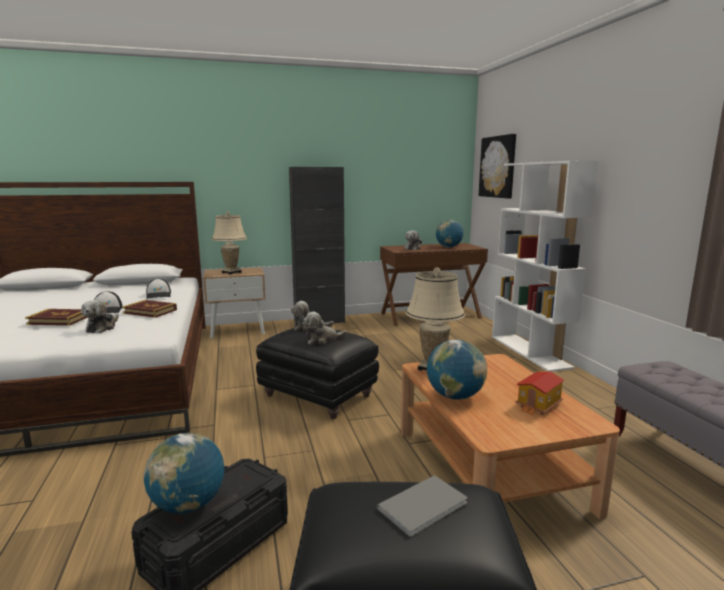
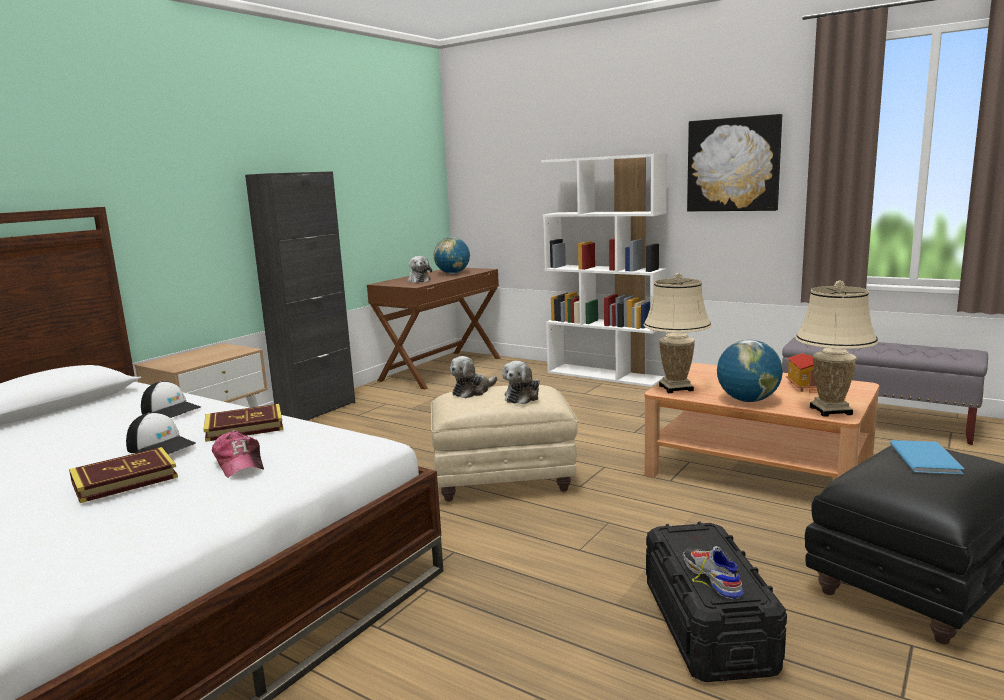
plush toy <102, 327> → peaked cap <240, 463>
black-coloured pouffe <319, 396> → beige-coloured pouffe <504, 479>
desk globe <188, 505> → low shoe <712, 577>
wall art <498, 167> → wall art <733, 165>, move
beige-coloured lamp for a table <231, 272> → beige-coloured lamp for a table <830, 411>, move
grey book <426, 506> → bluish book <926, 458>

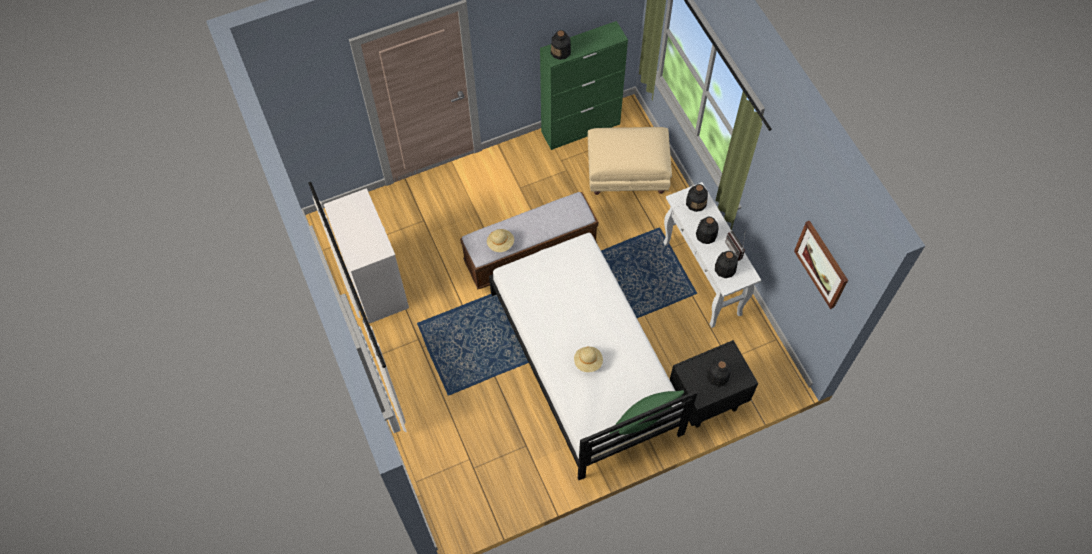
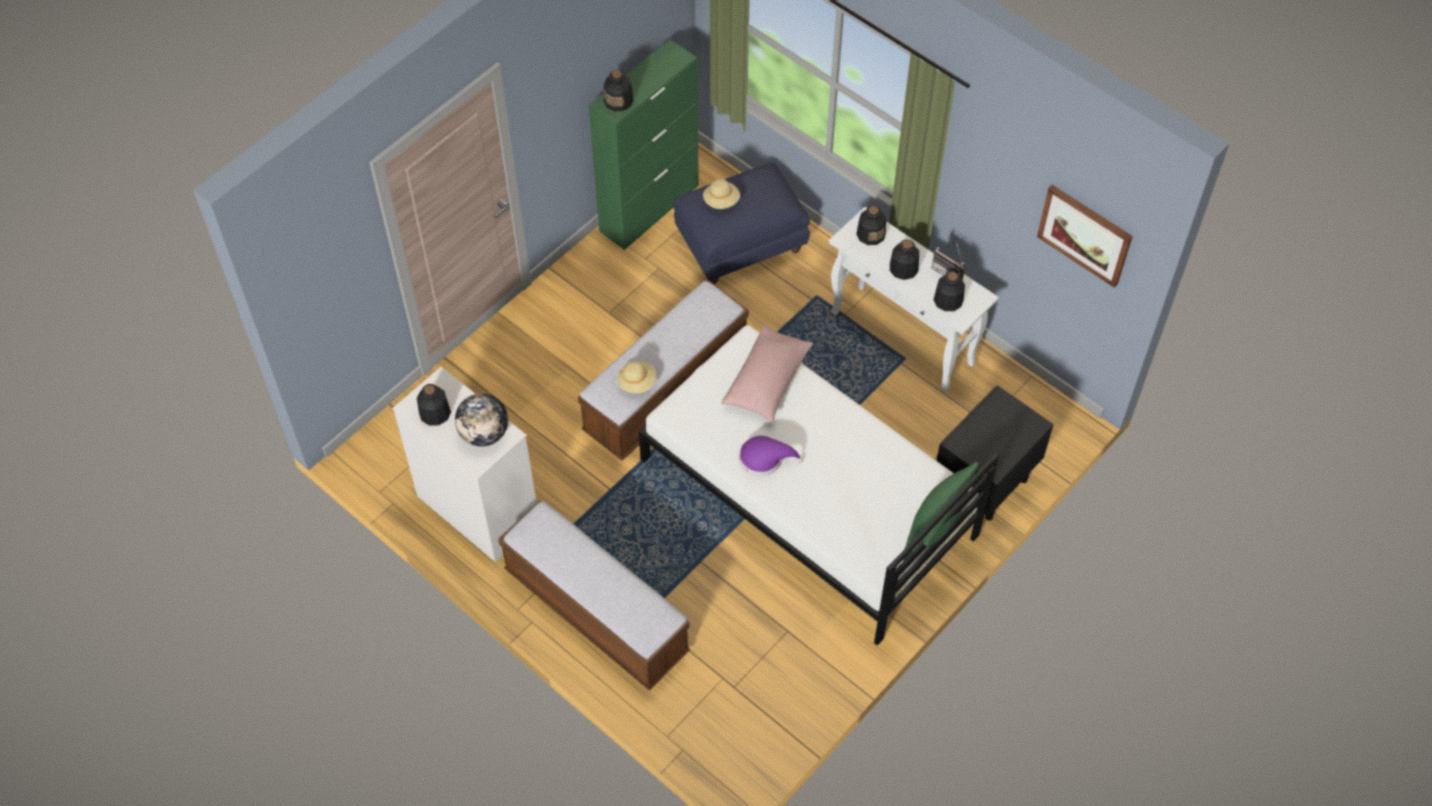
drink bottle <717, 376> → drink bottle <434, 413>, move
- → desk globe <484, 433>
- → long seat <596, 612>
beige-coloured pouffe <626, 174> → bluish pouffe <739, 245>
beige-coloured hat <588, 362> → beige-coloured hat <721, 201>, move
- → pink-coloured pillow <767, 381>
- → purplish hat <765, 458>

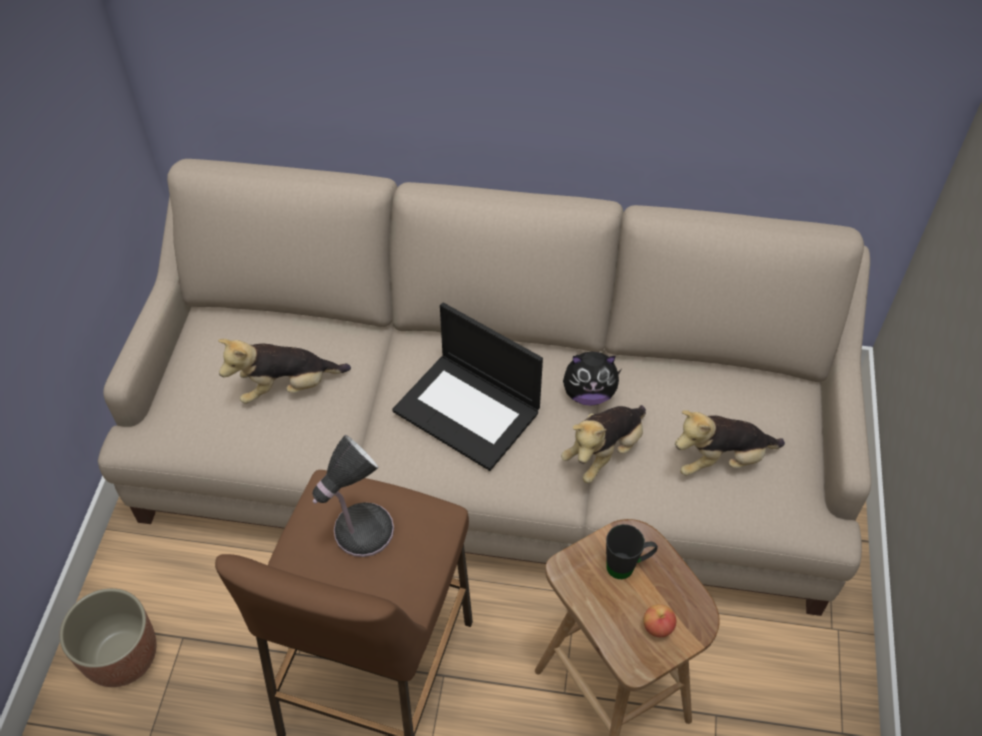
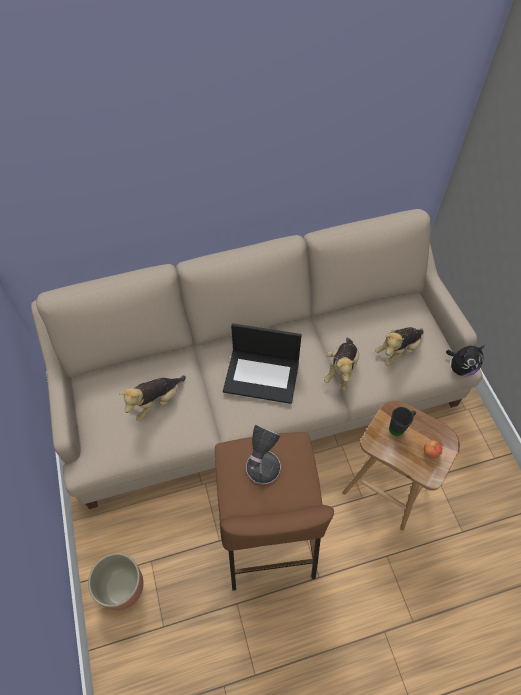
plush toy <589, 393> → plush toy <461, 368>, move

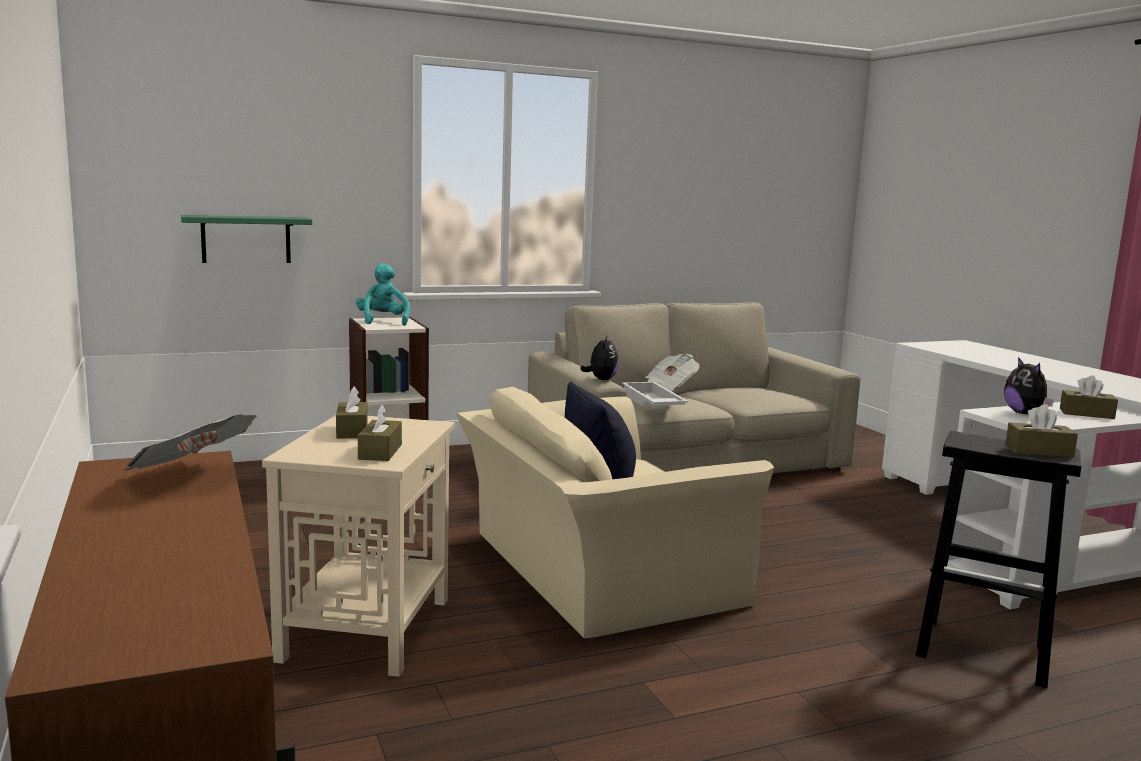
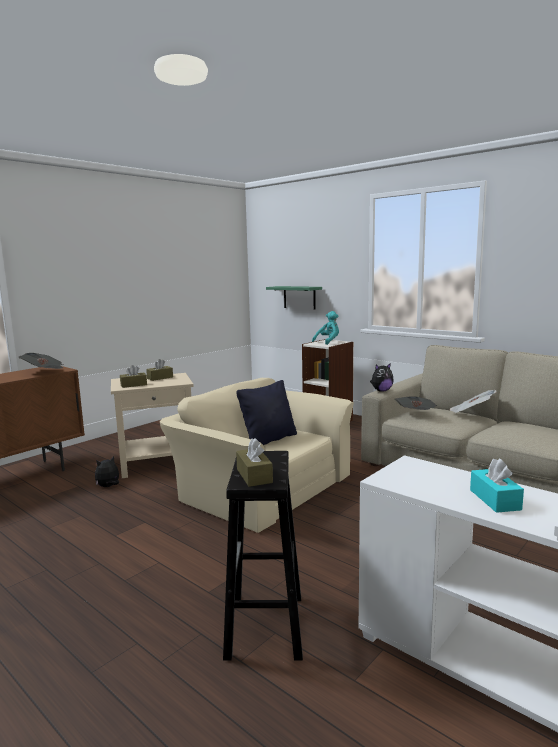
plush toy <1025, 413> → plush toy <108, 486>, move
white carrying tray <651, 403> → printed paper <416, 414>
brownish tissue holder <1086, 414> → blue-green tissue holder <495, 500>

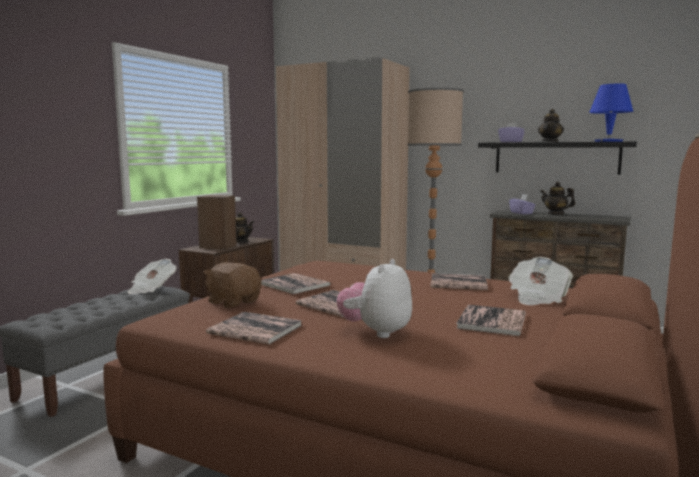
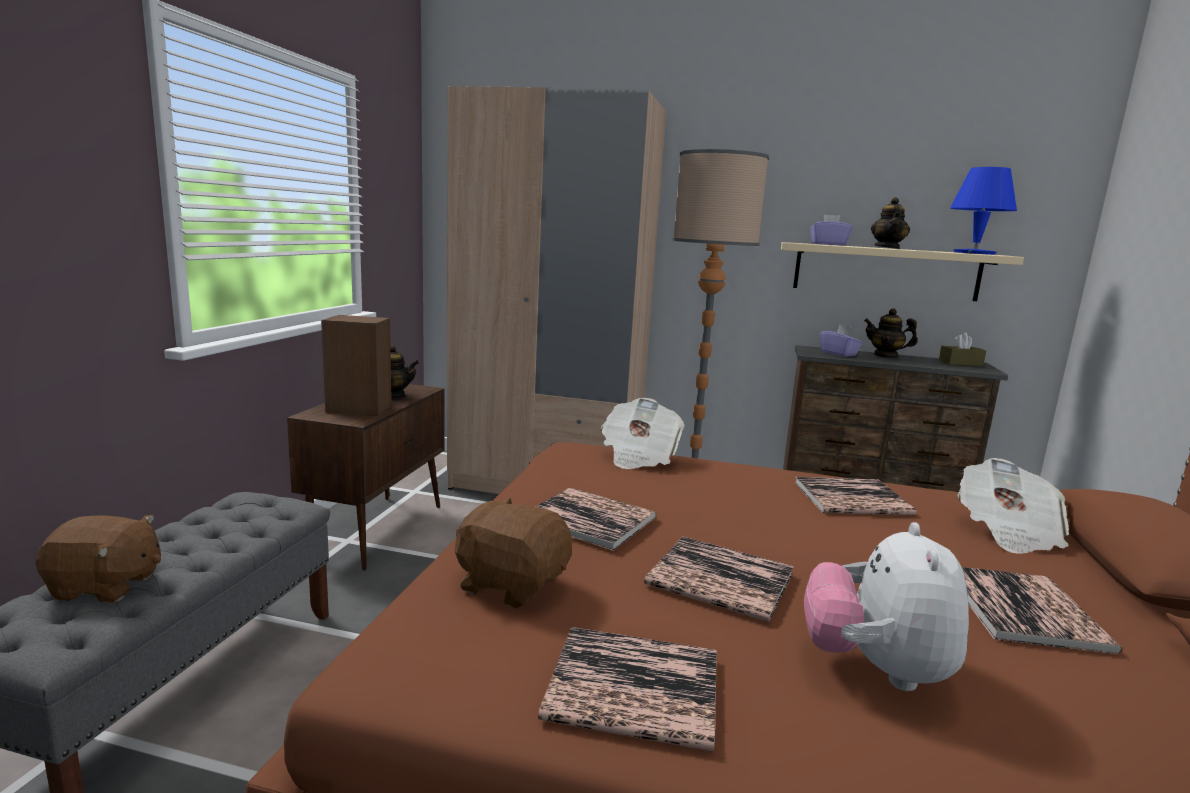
- → brownish plush toy <106, 586>
printed paper <151, 289> → printed paper <639, 456>, move
black-coloured shelf <556, 158> → beige-coloured shelf <885, 271>
- → brownish tissue holder <960, 363>

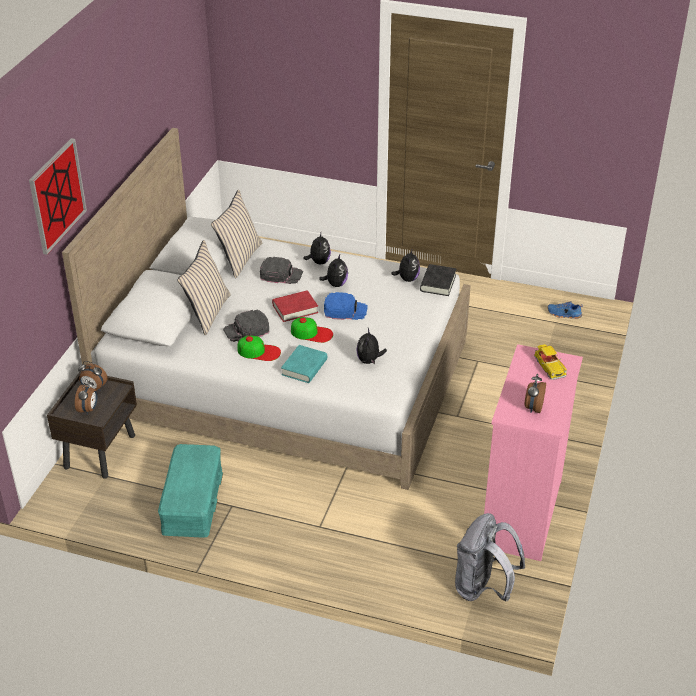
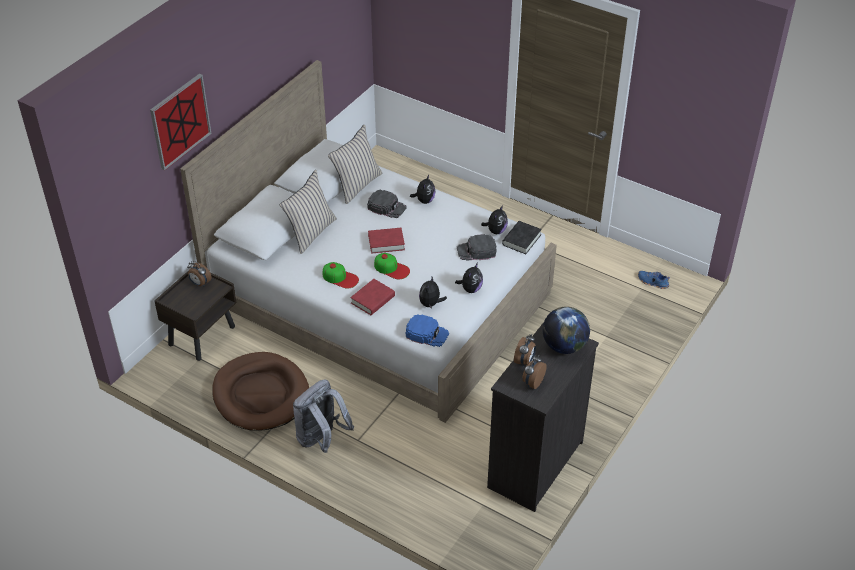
blue-green storage bin <191, 500> → brownish dog cushion <261, 394>
grey rucksack <483, 588> → grey rucksack <321, 439>, move
blue-green book <304, 367> → red book <373, 300>
bluish peaked cap <345, 310> → bluish peaked cap <427, 334>, move
plush toy <335, 284> → plush toy <470, 289>, move
black-coloured peaked cap <246, 330> → black-coloured peaked cap <476, 251>, move
pink-coloured drawer chest <520, 514> → black-coloured drawer chest <534, 465>
table clock <88, 409> → table clock <524, 361>, move
miniature car <549, 366> → desk globe <564, 346>

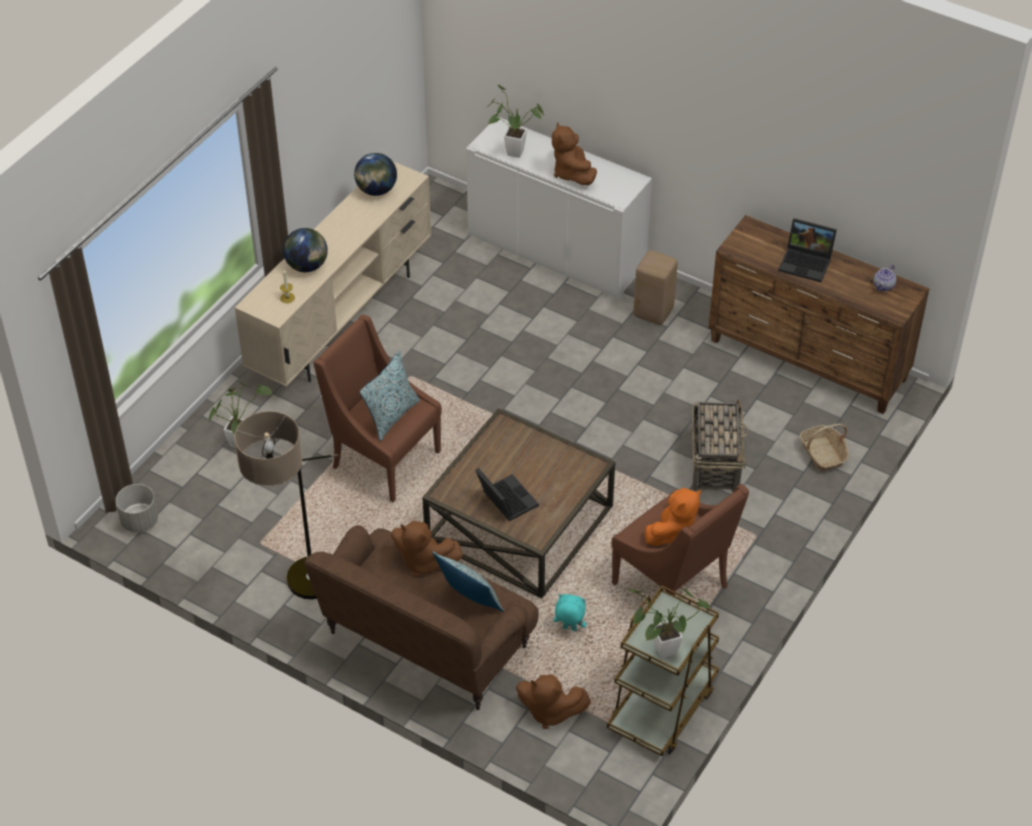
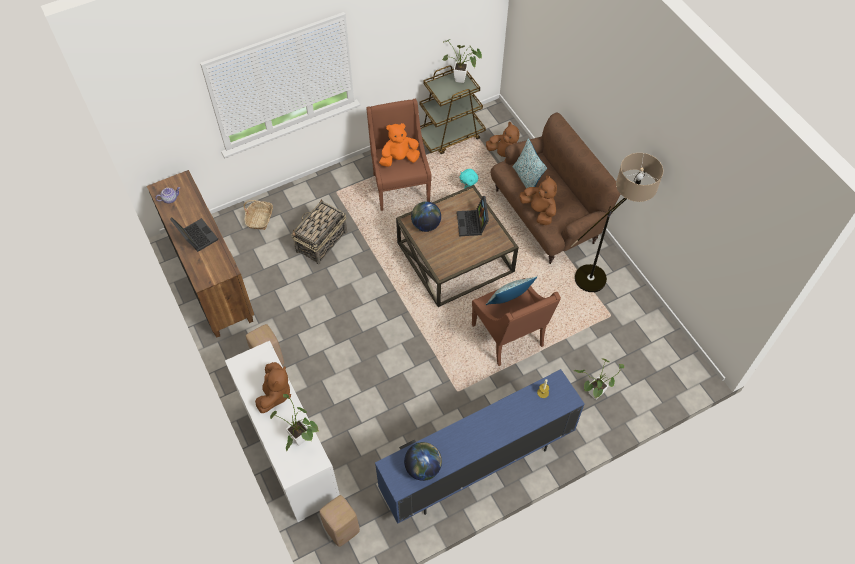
- → beige-coloured sitting stool <342, 530>
beige-coloured media console <342, 319> → bluish media console <476, 467>
desk globe <307, 266> → desk globe <426, 225>, move
grey plant pot <139, 521> → -

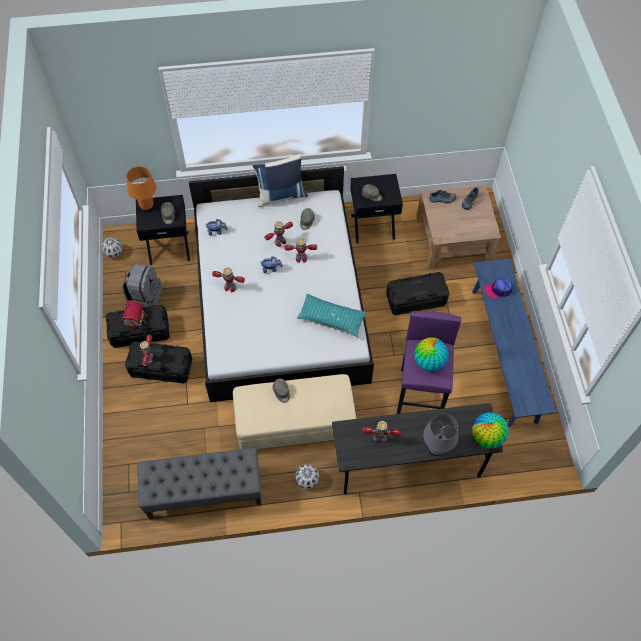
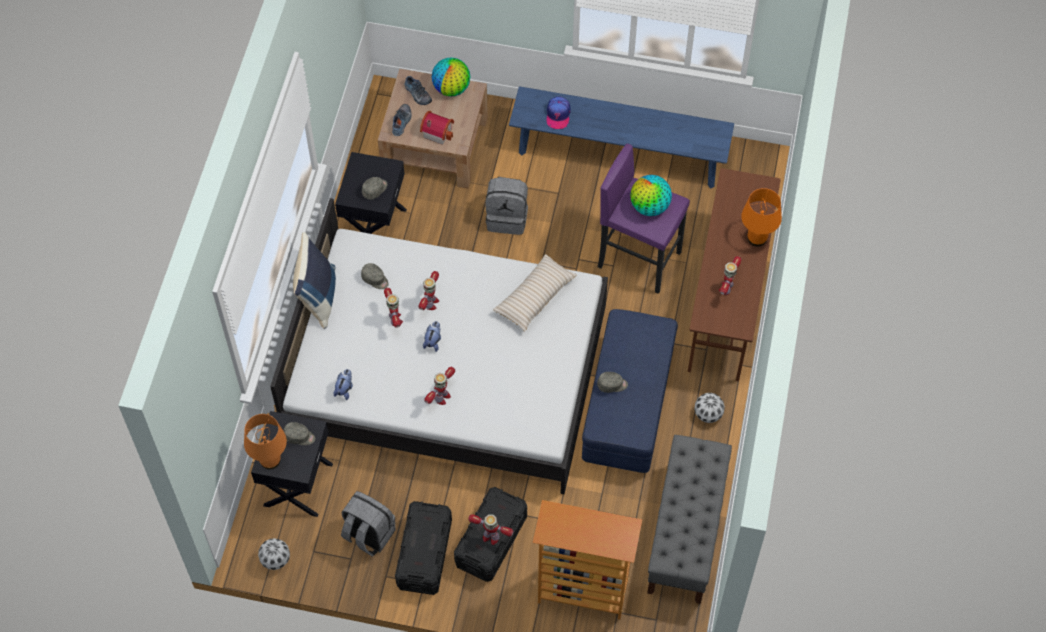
toy house <136, 318> → toy house <437, 131>, move
desk globe <487, 437> → desk globe <451, 88>, move
black-coloured storage bin <416, 299> → grey rucksack <507, 218>
blue-green pillow <331, 318> → beige-coloured pillow <535, 297>
- → bookcase <582, 593>
beige-coloured pouffe <294, 422> → bluish pouffe <627, 405>
grey desk table <408, 467> → brownish desk table <726, 304>
grey lamp for a table <436, 448> → orangey lamp for a table <757, 238>

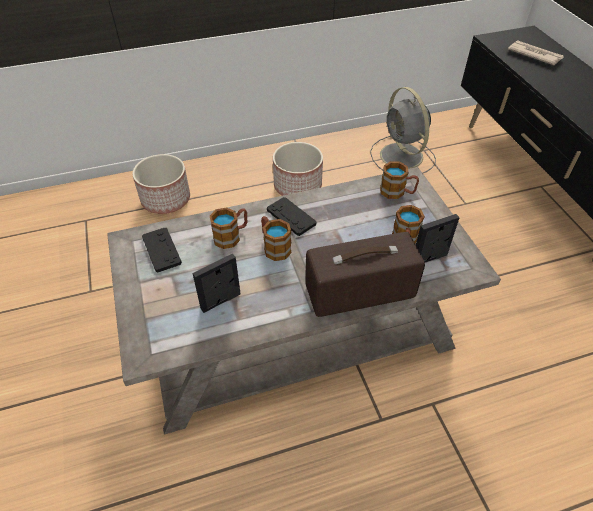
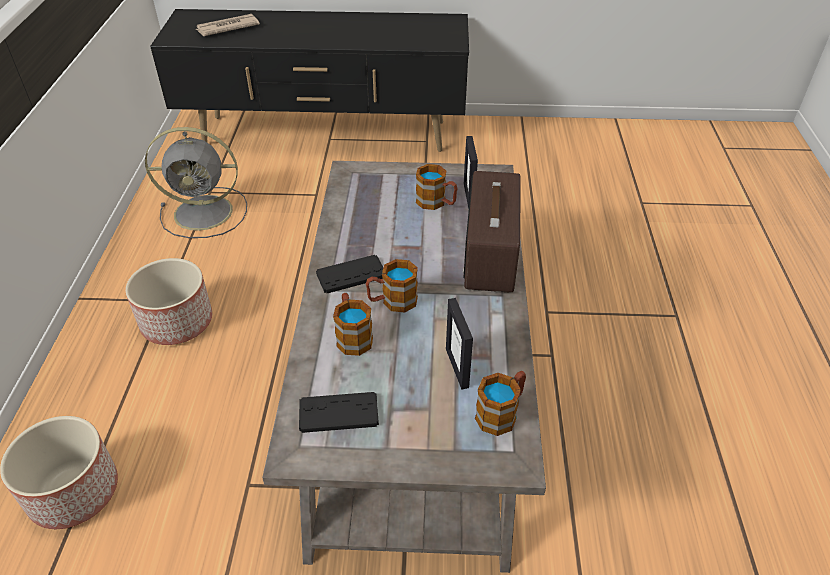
tea mug <397, 192> → tea mug <501, 413>, move

